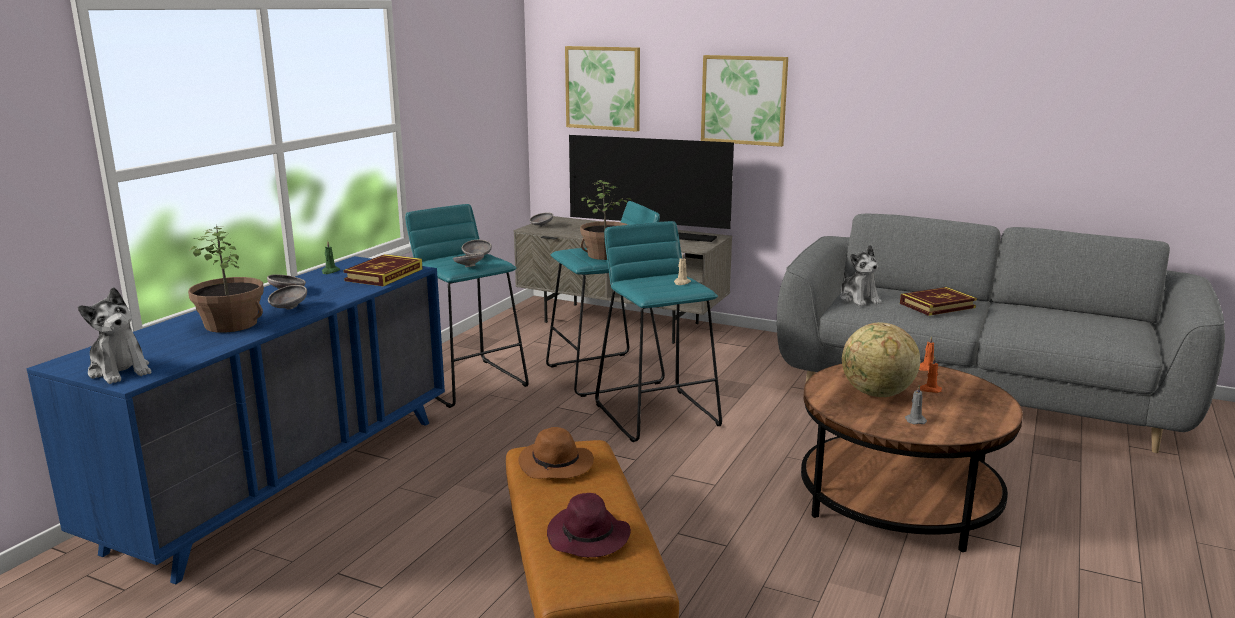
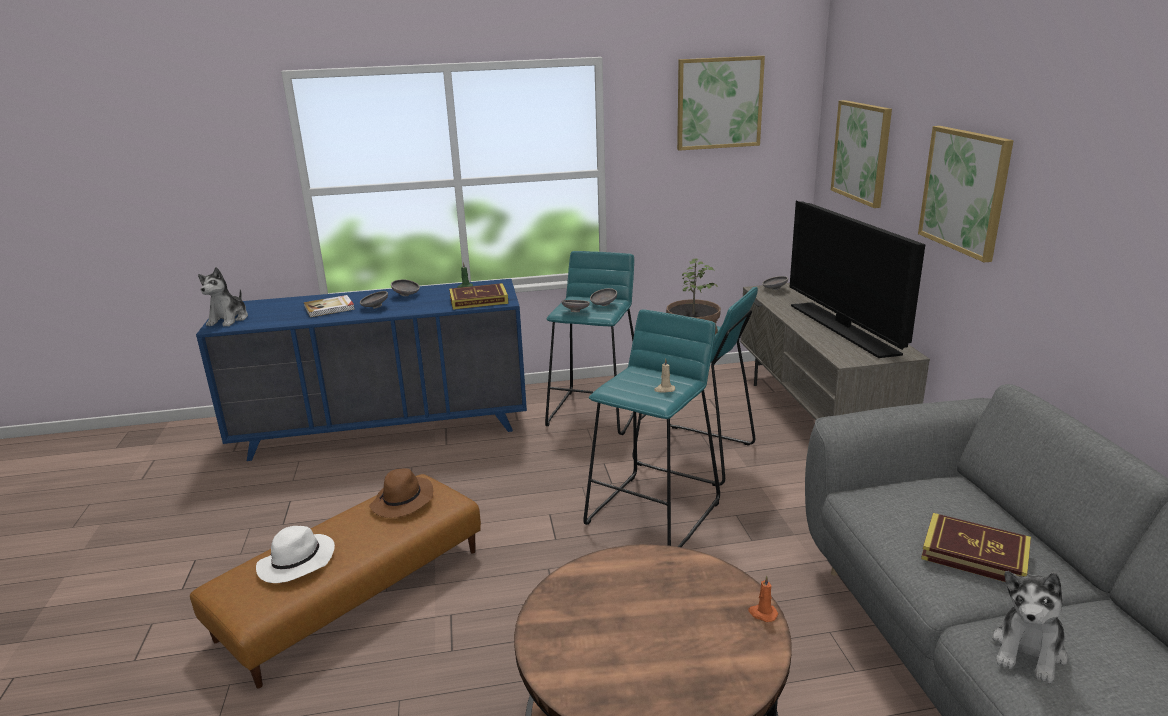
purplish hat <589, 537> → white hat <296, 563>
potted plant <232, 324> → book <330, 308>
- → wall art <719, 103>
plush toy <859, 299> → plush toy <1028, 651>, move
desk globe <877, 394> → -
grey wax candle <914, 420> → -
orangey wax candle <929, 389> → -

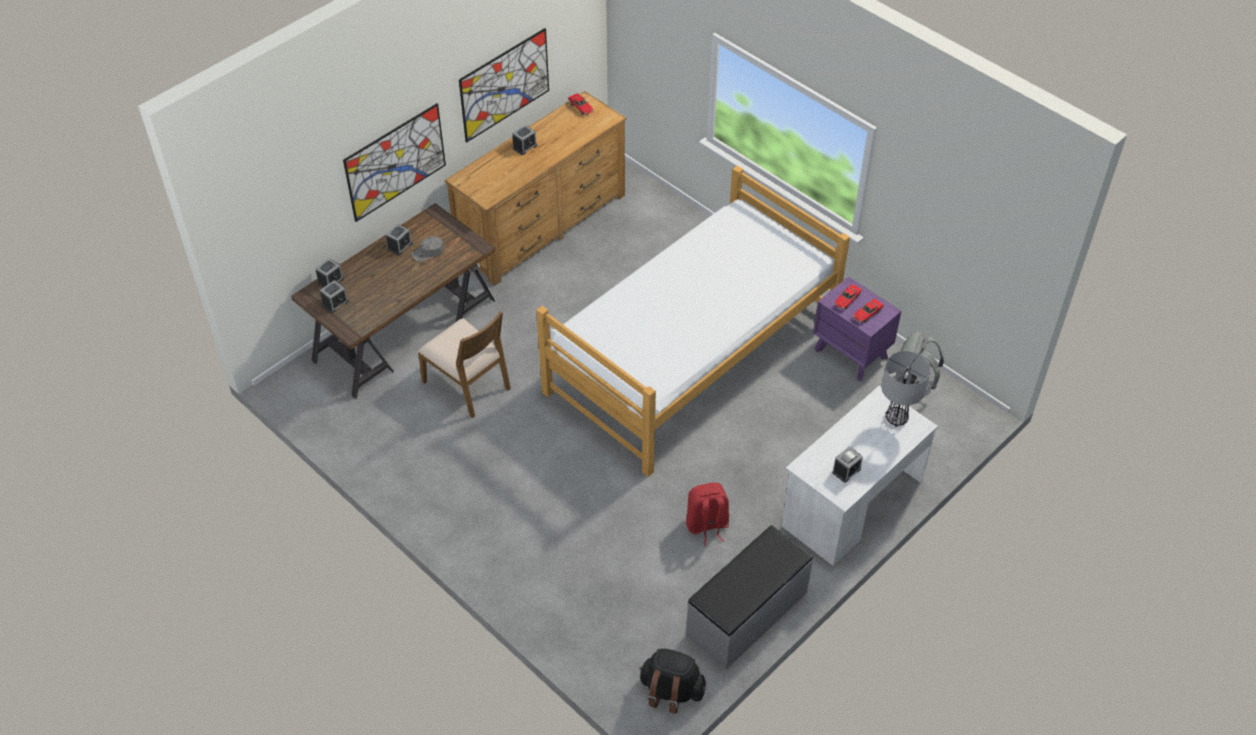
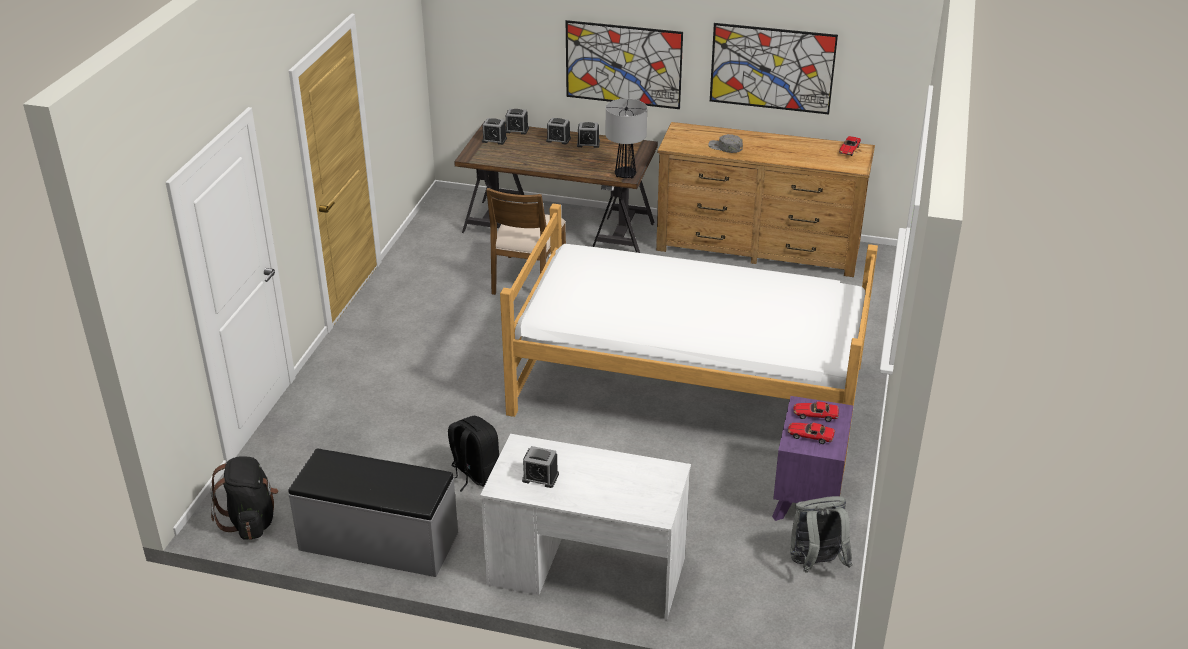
red rucksack <707, 525> → black-coloured rucksack <474, 474>
table clock <524, 146> → table clock <558, 139>, move
lamp for a table <896, 419> → lamp for a table <625, 175>, move
grey peaked cap <428, 252> → grey peaked cap <725, 147>, move

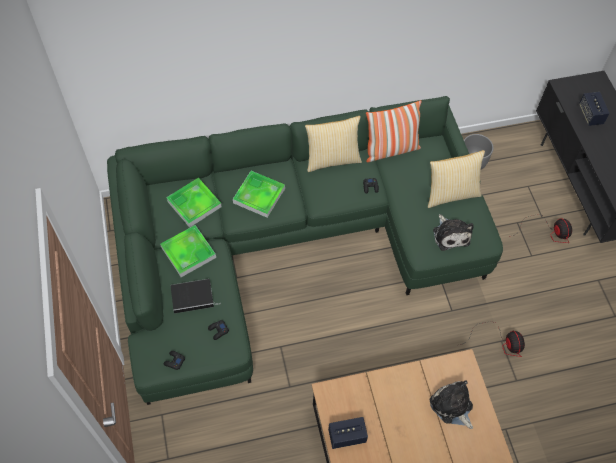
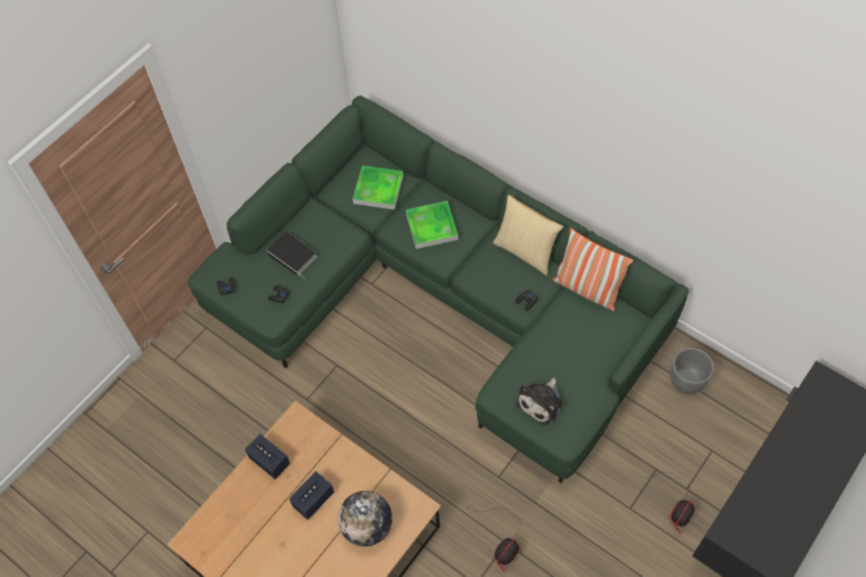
audio speaker <590, 115> → audio speaker <313, 500>, move
plush toy <452, 406> → desk globe <367, 527>
carrying tray <188, 252> → -
pillow <451, 194> → -

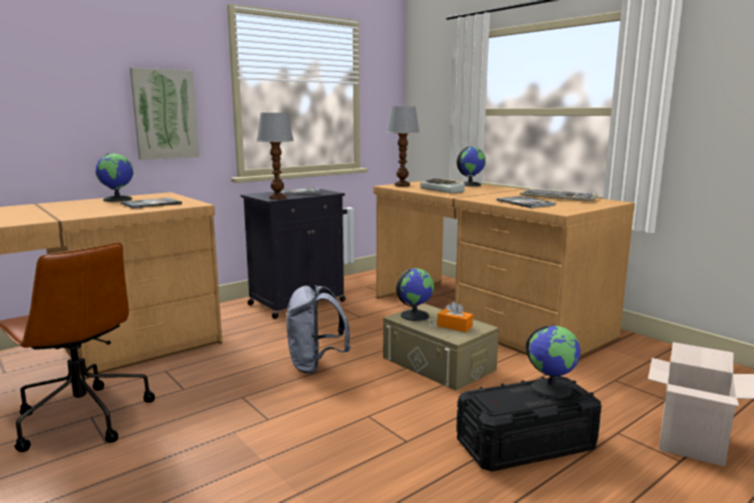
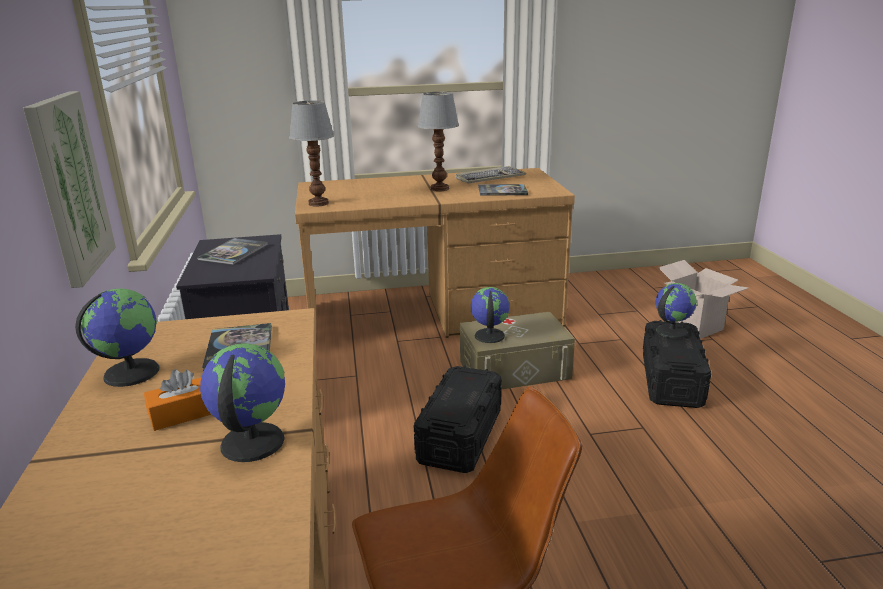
orangey tissue holder <454, 326> → orangey tissue holder <183, 414>, move
desk globe <469, 184> → desk globe <251, 442>, move
grey rucksack <315, 365> → black-coloured storage bin <460, 436>
lamp for a table <277, 198> → lamp for a table <439, 189>, move
keyboard <443, 190> → -

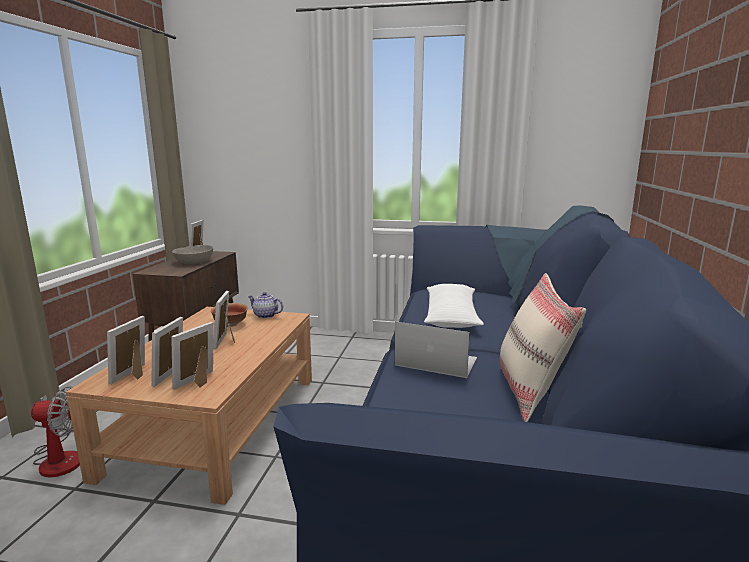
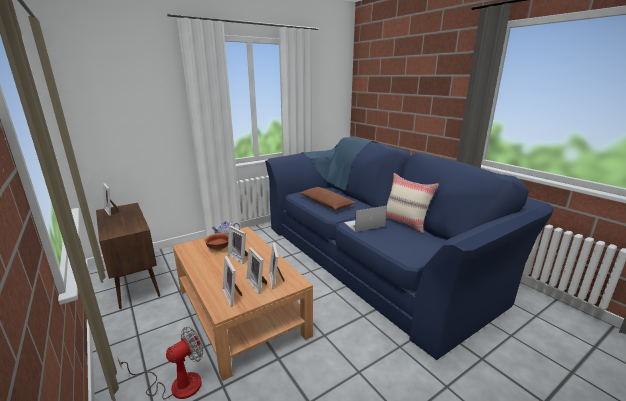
white pillow <451, 316> → brownish pillow <326, 204>
grey deep dish <194, 262> → -

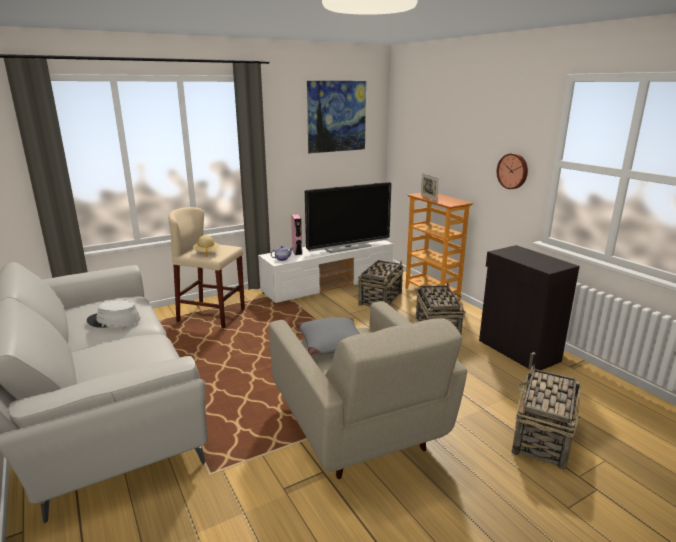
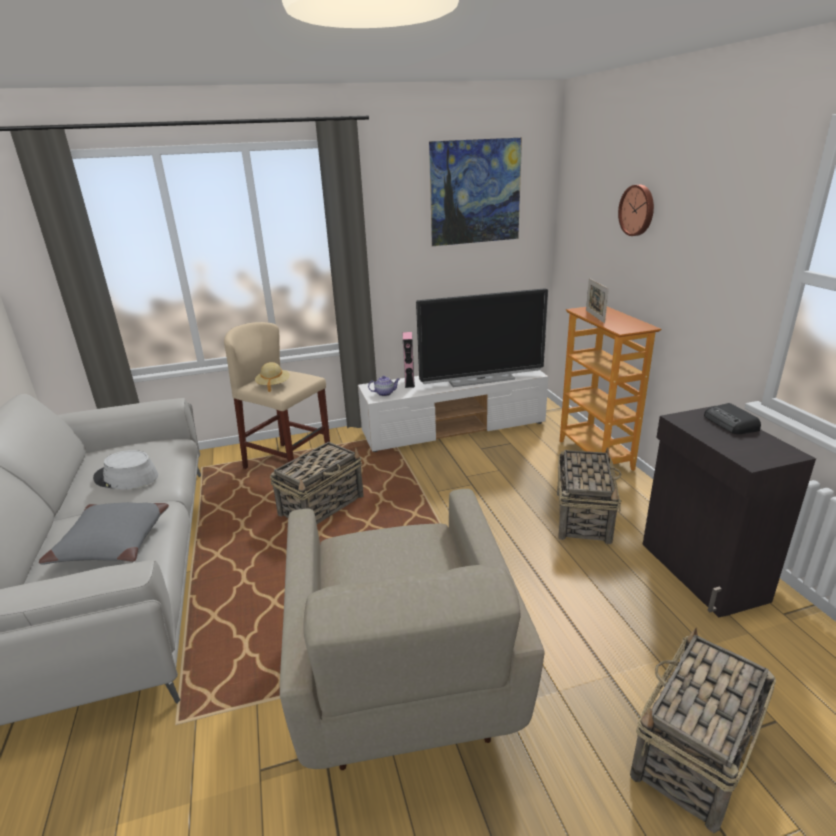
grey pillow <332, 344> → grey pillow <113, 542>, move
basket <380, 298> → basket <322, 505>, move
clock on the wall <513, 171> → clock on the wall <637, 210>, move
- → radio <731, 423>

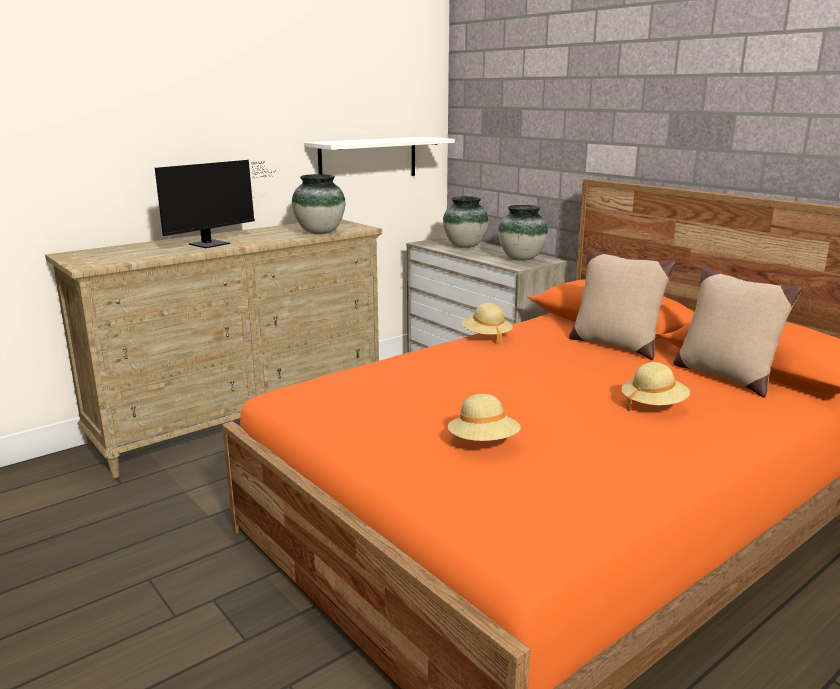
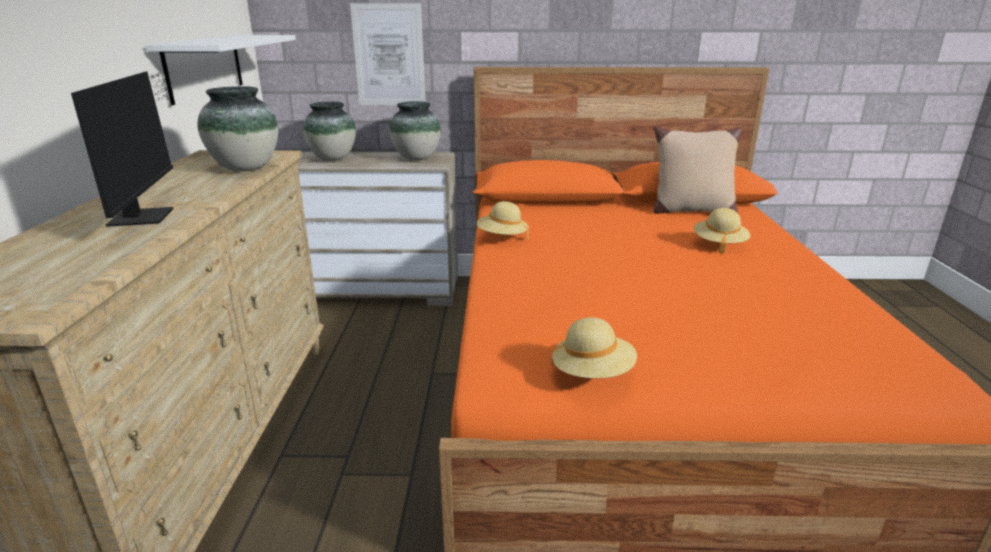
- → wall art <389, 55>
beige-coloured hat <483, 443> → beige-coloured hat <592, 373>, move
beige-coloured pillow <614, 345> → -

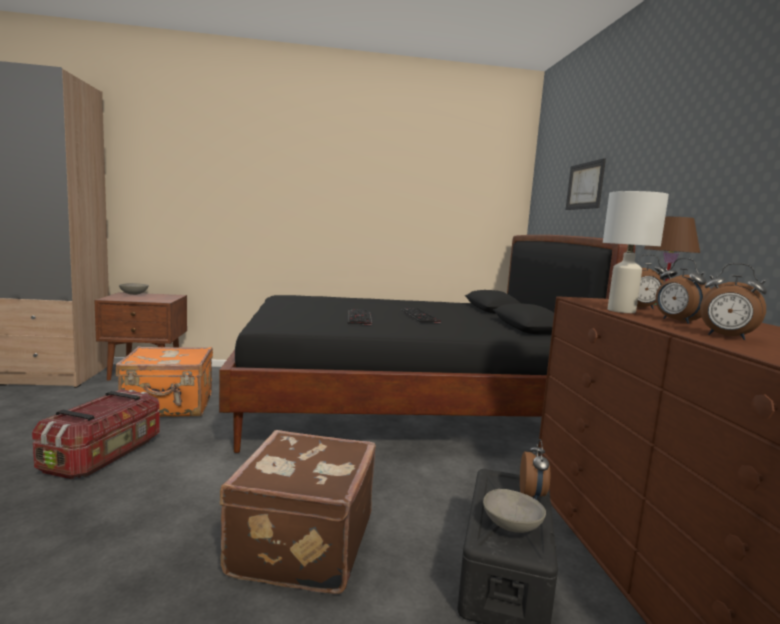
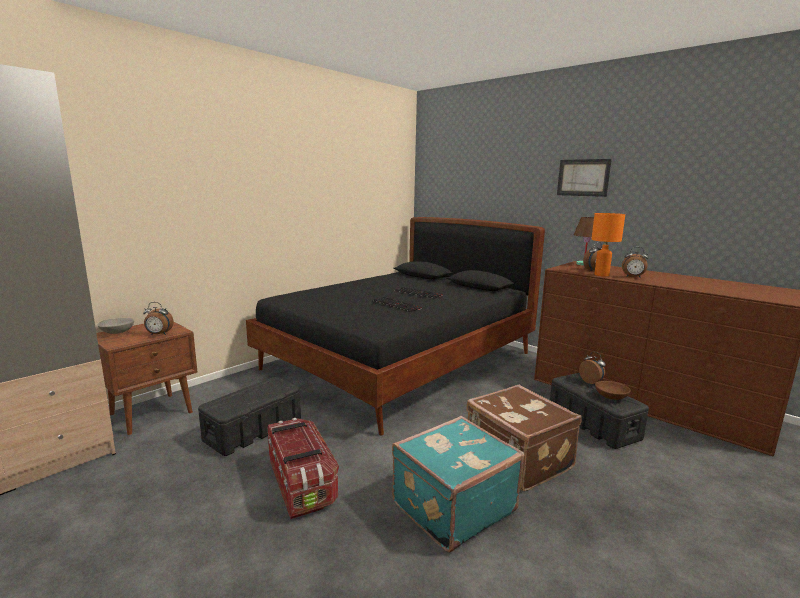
table clock <726, 337> → table clock <159, 334>, move
orangey travel case <169, 407> → black-coloured storage bin <254, 429>
- → blue-green travel case <451, 506>
wall art <585, 186> → wall art <583, 177>, move
white lamp for a table <621, 311> → orangey lamp for a table <601, 275>
grey deep dish <511, 525> → brownish deep dish <611, 397>

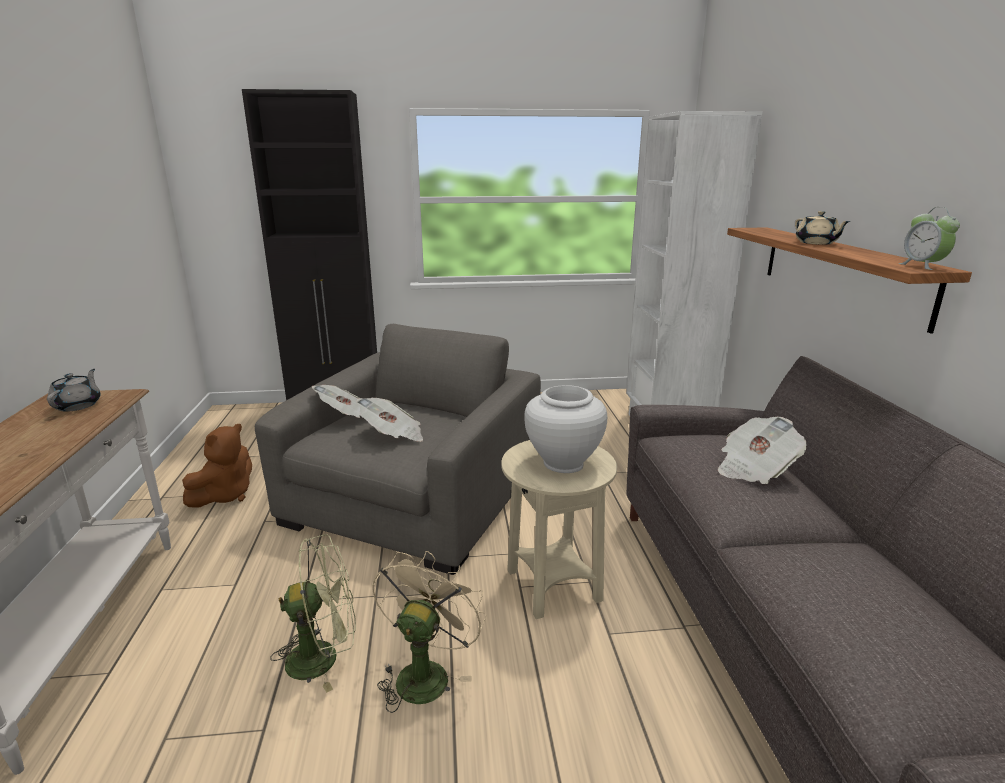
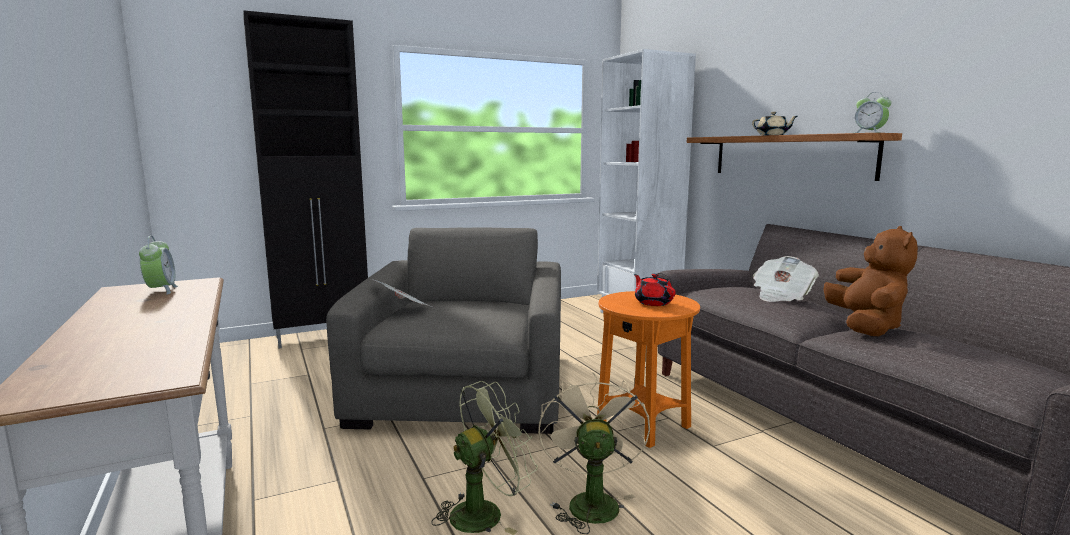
grey pot for tea <78, 405> → table clock <161, 290>
beige-coloured side table <554, 586> → orangey side table <643, 425>
white flower vase <563, 463> → red pot for tea <653, 302>
brownish plush toy <225, 495> → brownish plush toy <865, 327>, move
printed paper <393, 435> → -

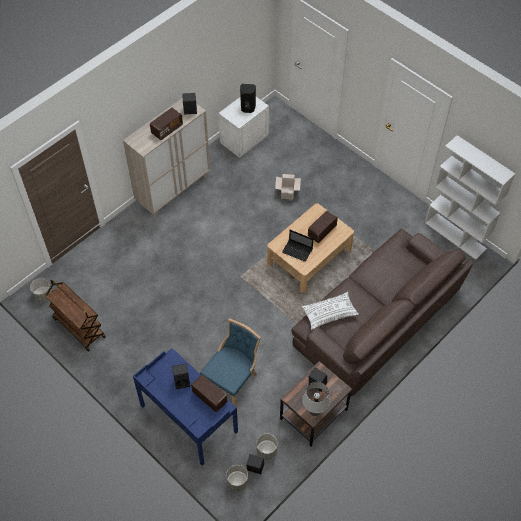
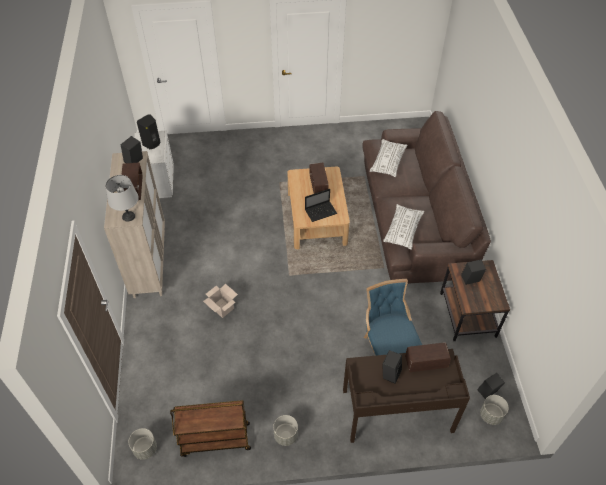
grey lamp for a table <315, 410> → grey lamp for a table <128, 216>, move
packing box <287, 193> → packing box <222, 308>, move
grey plant pot <266, 450> → grey plant pot <285, 435>, move
bluish desk table <188, 419> → brownish desk table <397, 411>
- → white pillow <388, 162>
white bookcase <455, 235> → -

